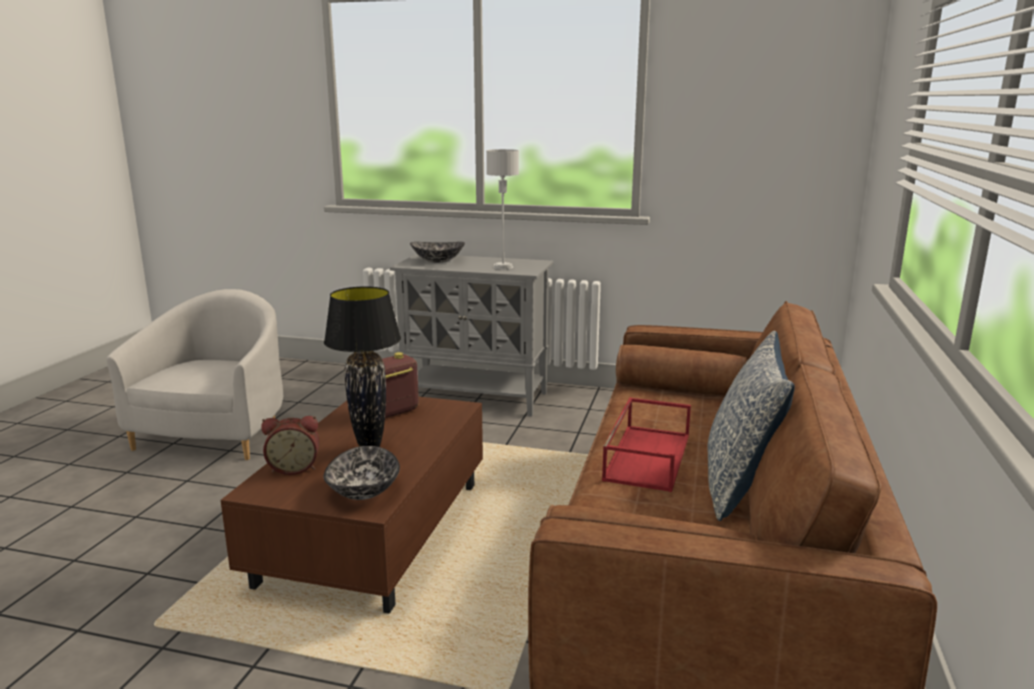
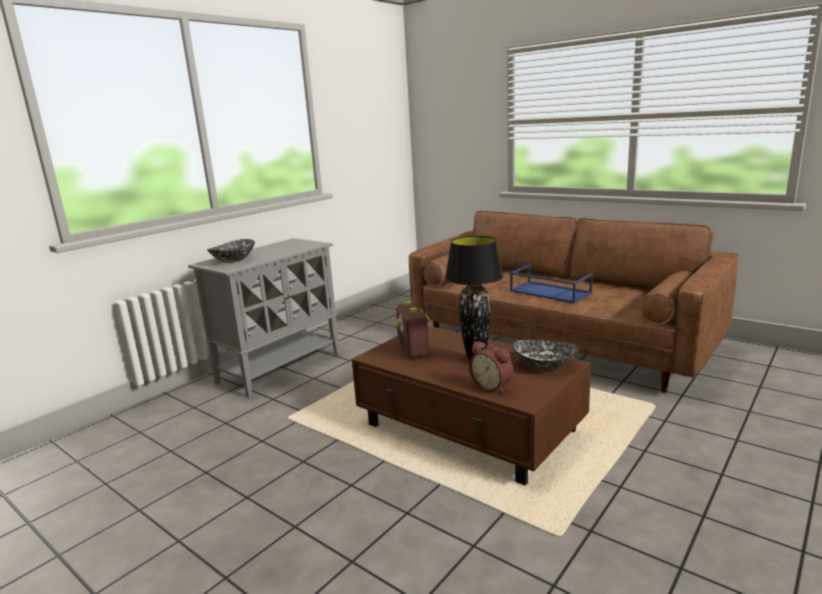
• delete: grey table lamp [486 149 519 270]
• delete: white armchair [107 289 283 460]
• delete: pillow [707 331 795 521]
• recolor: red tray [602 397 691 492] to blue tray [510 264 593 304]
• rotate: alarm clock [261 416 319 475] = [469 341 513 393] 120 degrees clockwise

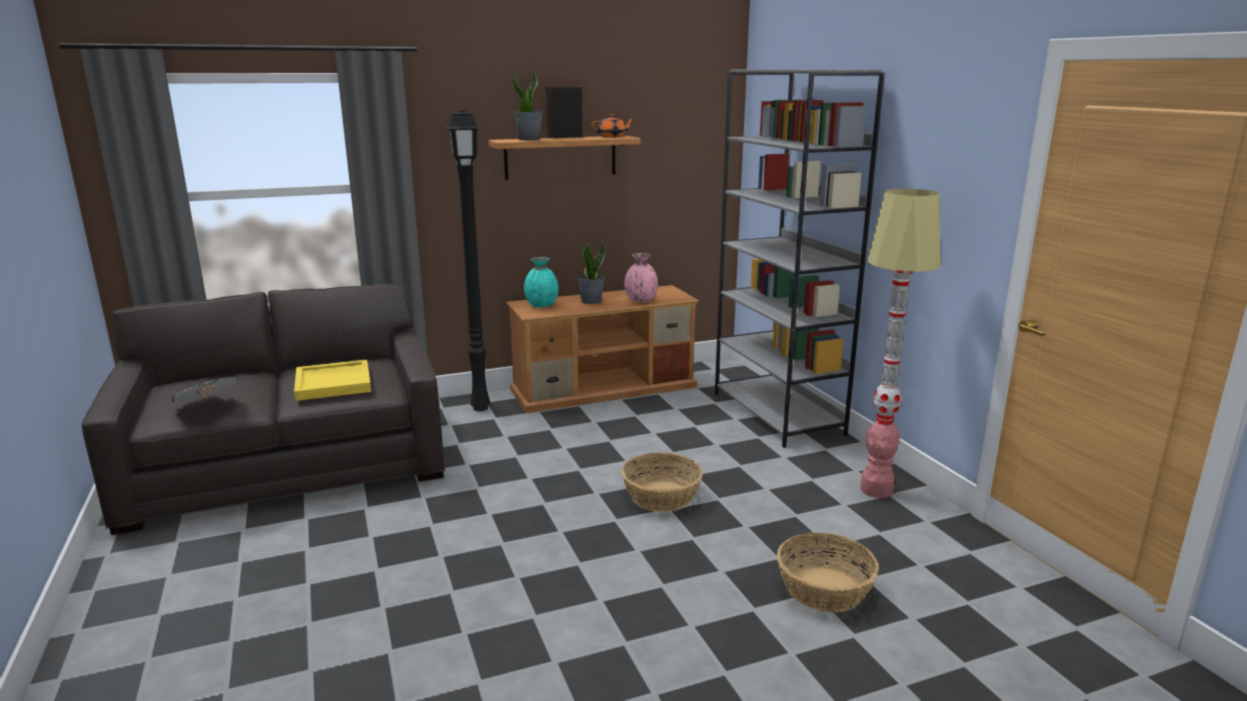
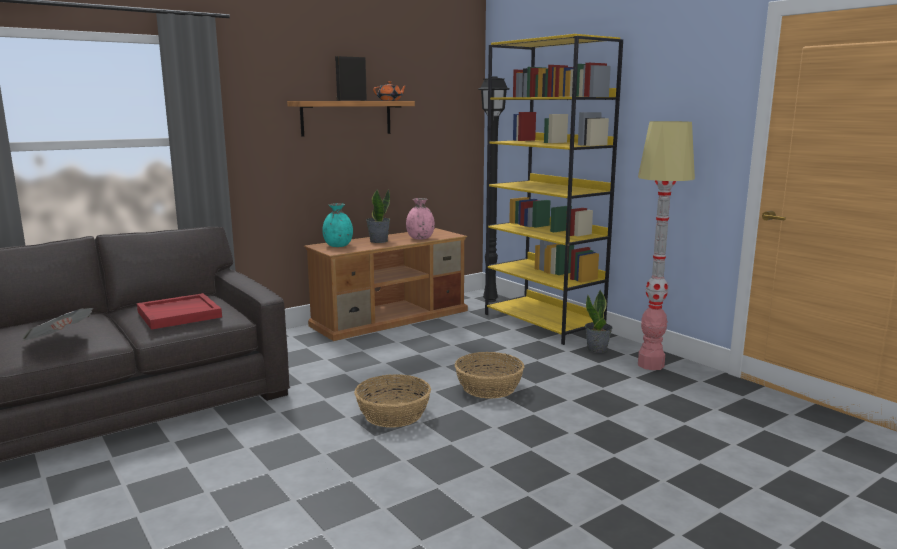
• move: potted plant [513 70 543 140] to [585 289 612 353]
• recolor: grey bookcase [715 70 885 448] to yellow bookcase [485 34 623 345]
• move: black floor lamp [445 110 490 411] to [479 77 510 302]
• recolor: yellow tray [294 360 371 401] to red tray [137 293 222 330]
• move: basket [777 532 879 612] to [354 374 431 428]

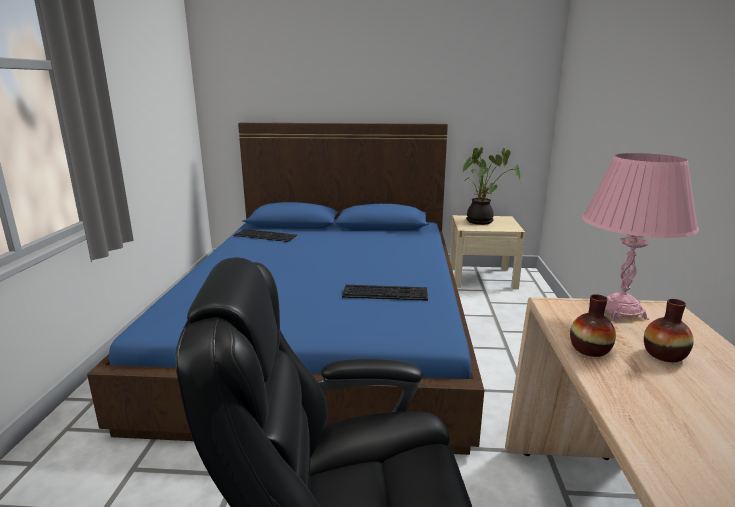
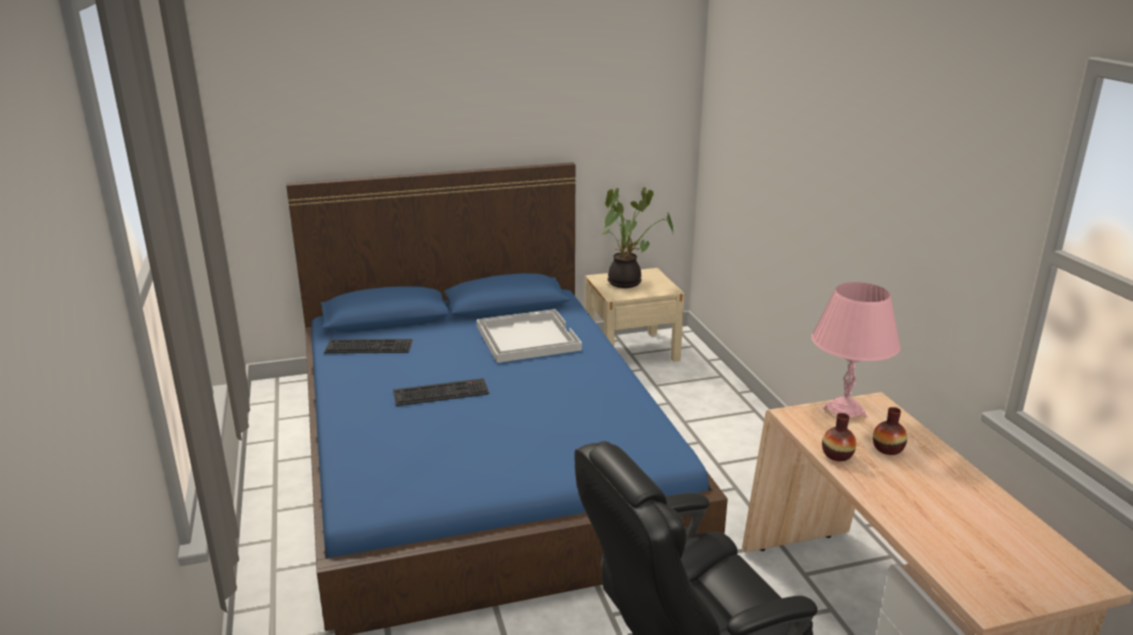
• move: keyboard [342 285 428 301] to [393 378 489 406]
• insert: white tray [477 309 582 363]

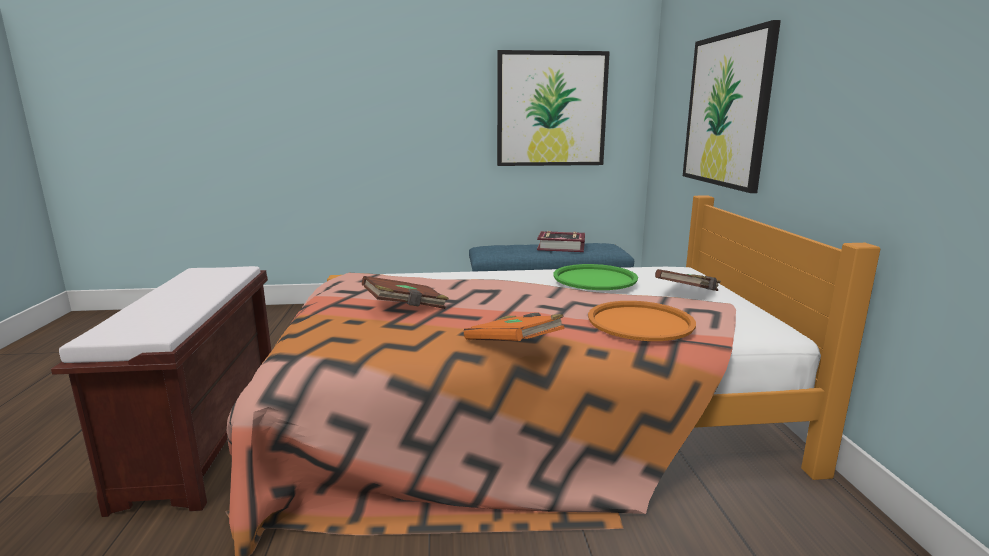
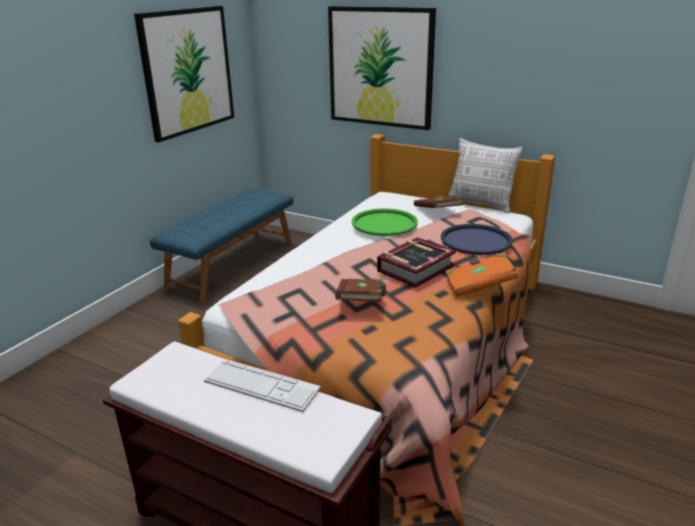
• move: book [537 231 585 252] to [377 237 456 288]
• recolor: orange tray [588 301 696 341] to blue tray [441 224 513 255]
• insert: pillow [448 138 523 213]
• insert: keyboard [204 359 321 412]

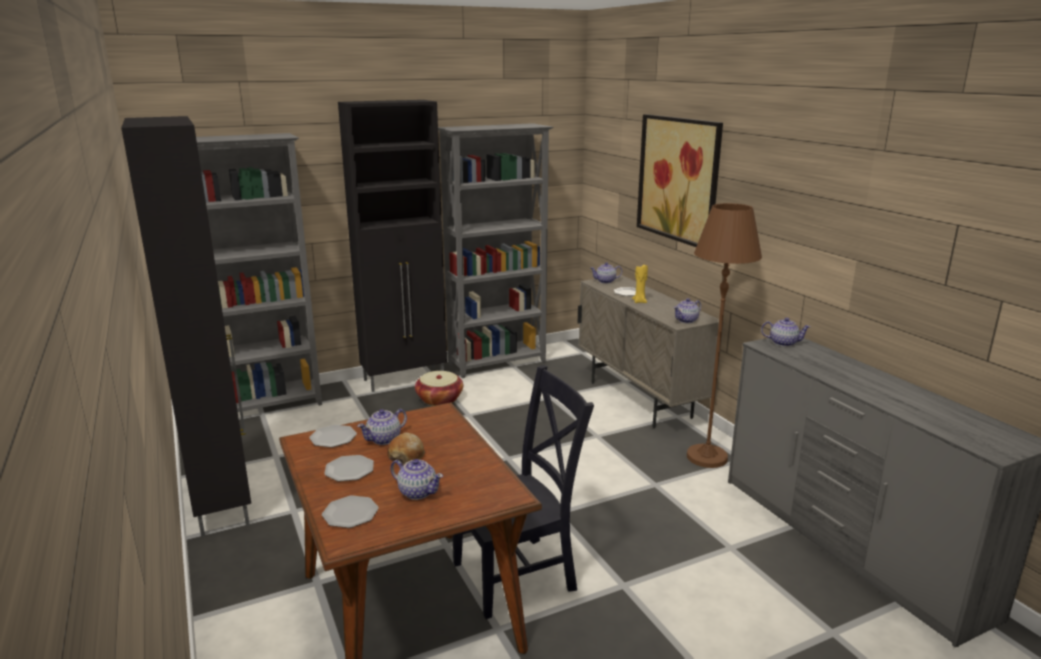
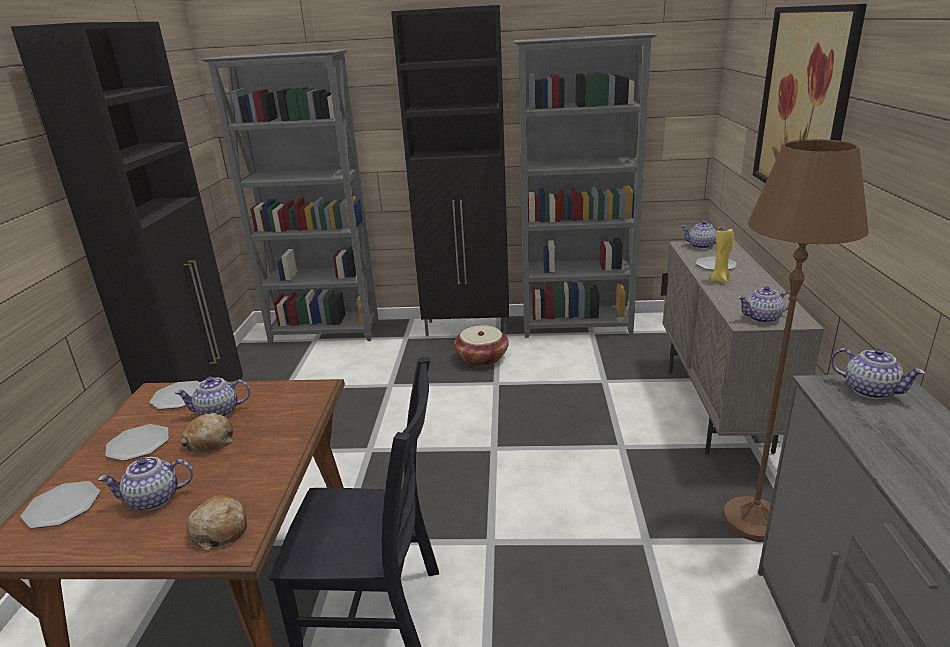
• rotate: teapot [390 459 443 500] = [98 457 193 511] 105 degrees clockwise
• insert: bread [186 495 247 550]

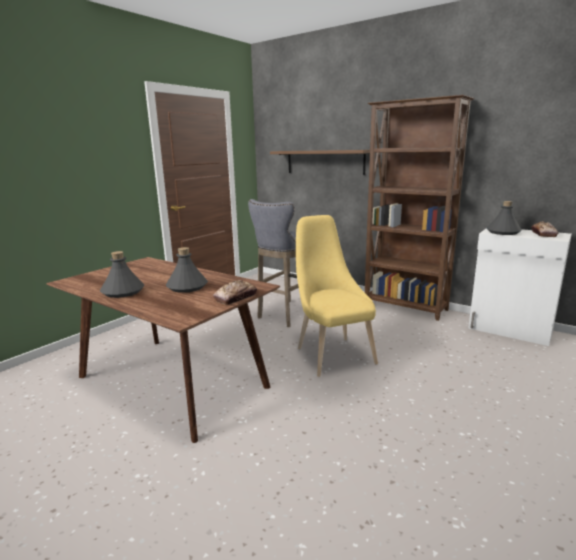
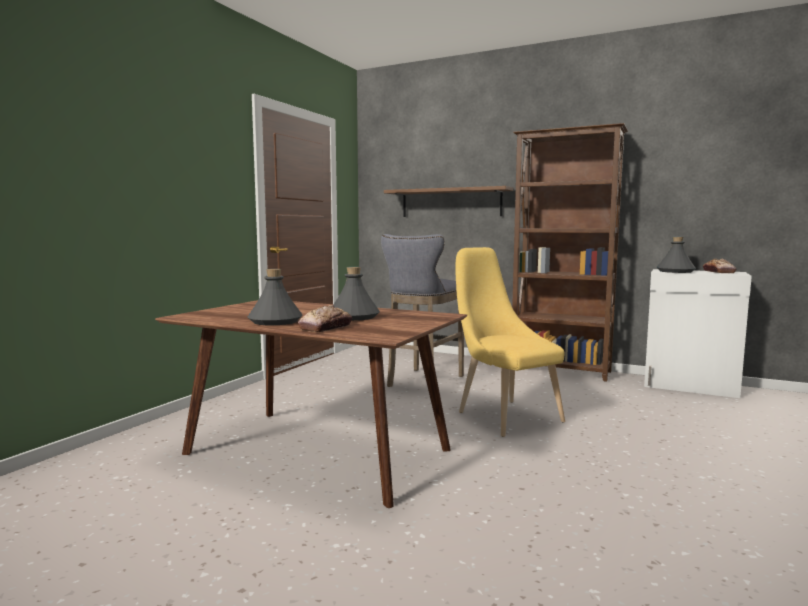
• move: bread [213 280 257 305] to [298 305 352 332]

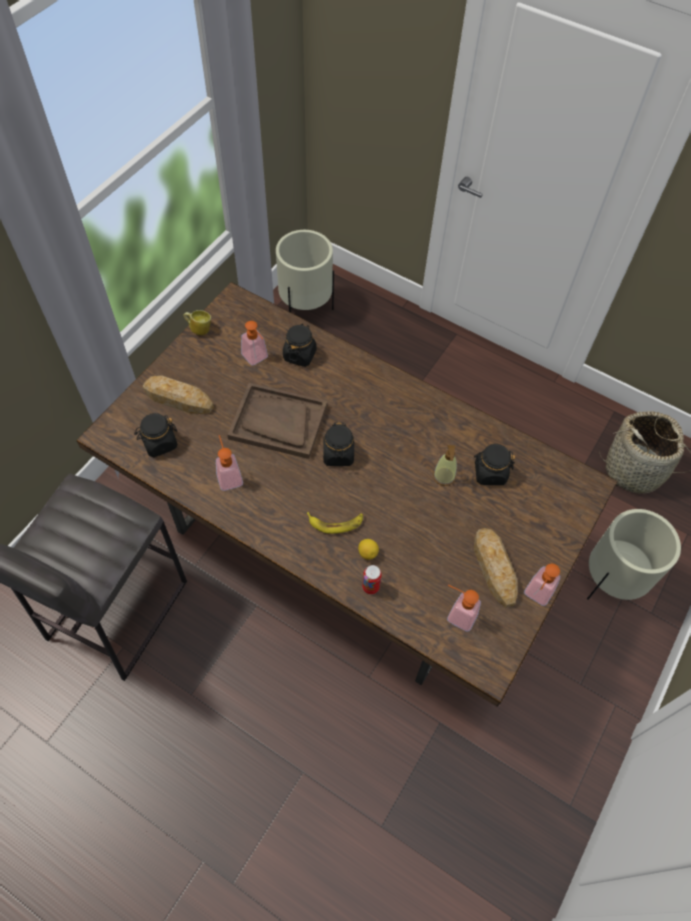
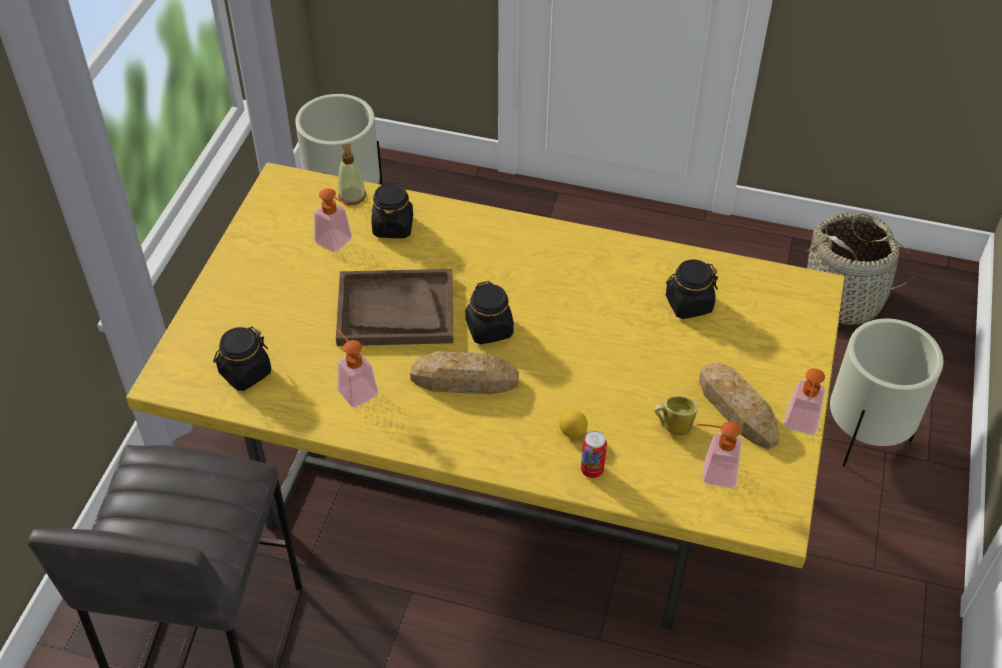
• recolor: brown dining table [77 282 618 707] to yellow dining table [126 162 845 629]
• move: mug [183 310 211 335] to [654 396 697 435]
• move: bread [143 375 214 414] to [410 351 519 394]
• move: soap dispenser [433 445 457 486] to [338 144 366 205]
• delete: banana [307 512 363 534]

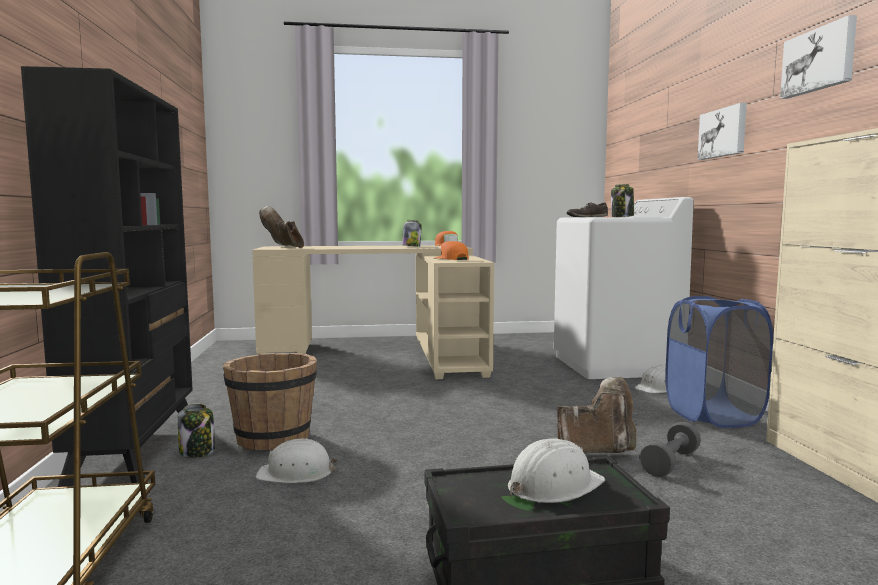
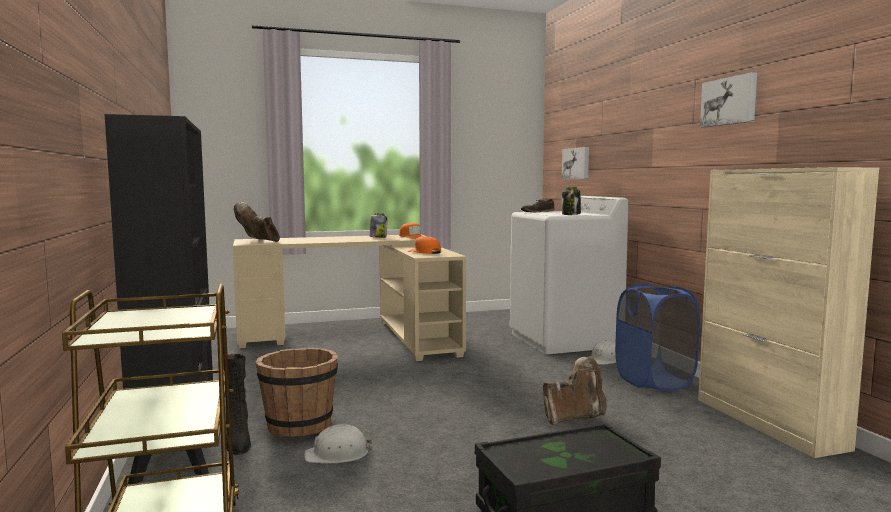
• move: picture [698 103 747 160] to [562 147 589 179]
• replace: jar [177 404 215 458] to black boot [226 354 251 455]
• delete: grey dumbbell [639 422 701 477]
• delete: white hard hat [508 439 605 503]

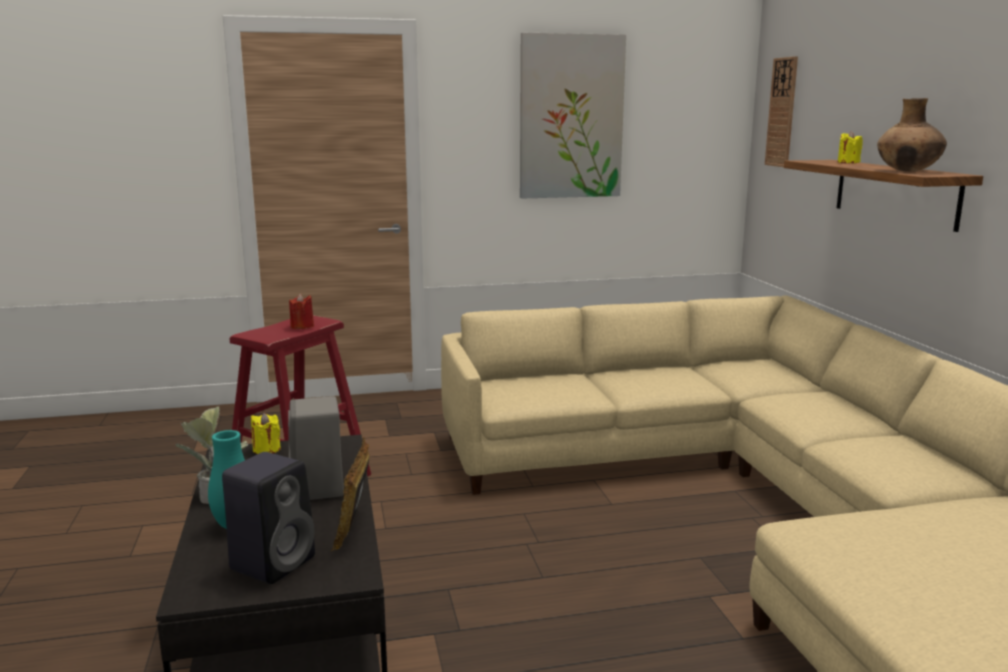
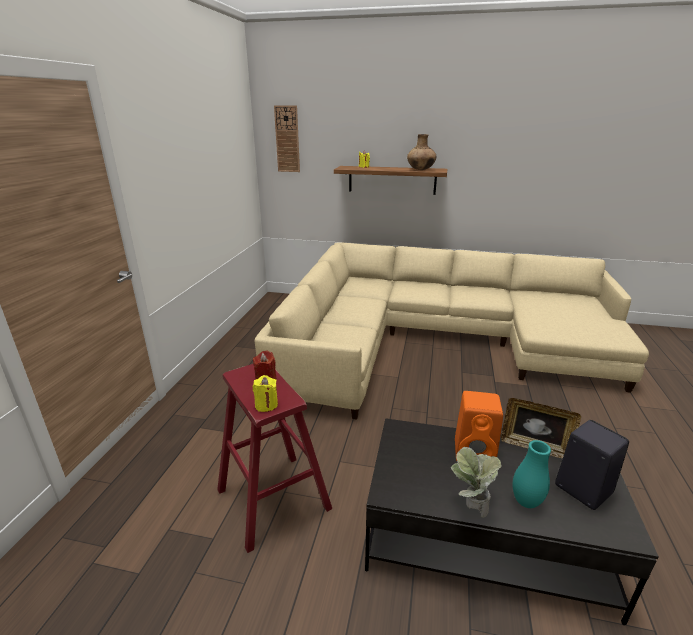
• delete: picture [520 33 626 199]
• recolor: grey speaker [288 396 344 500] to orange speaker [455 391 503 461]
• move: yellow candle [251 413 281 454] to [252 375 278 412]

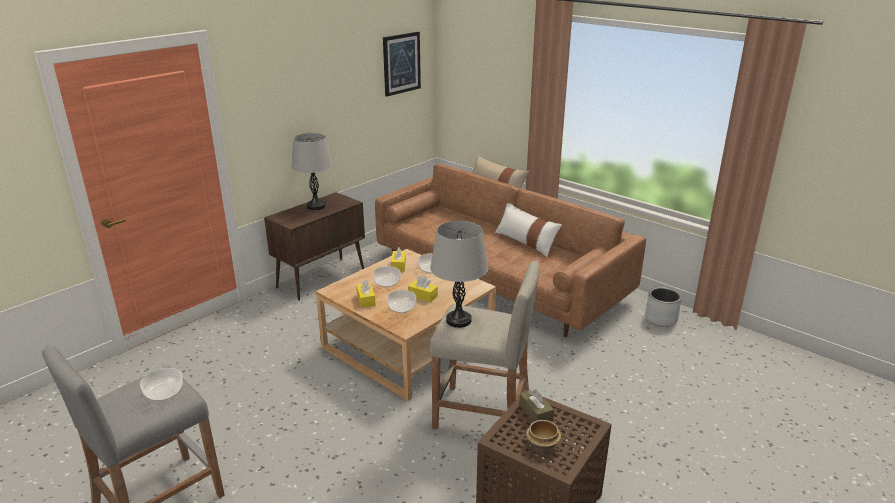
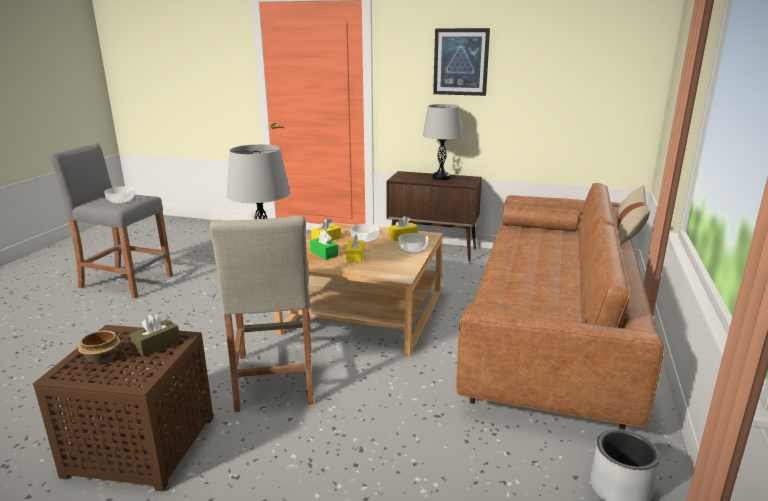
• move: picture [383 32 421 96] to [433 28 490 96]
• delete: white pillow [495 203 562 257]
• replace: bowl [387 290 416 313] to green tissue box [310 231 338 260]

